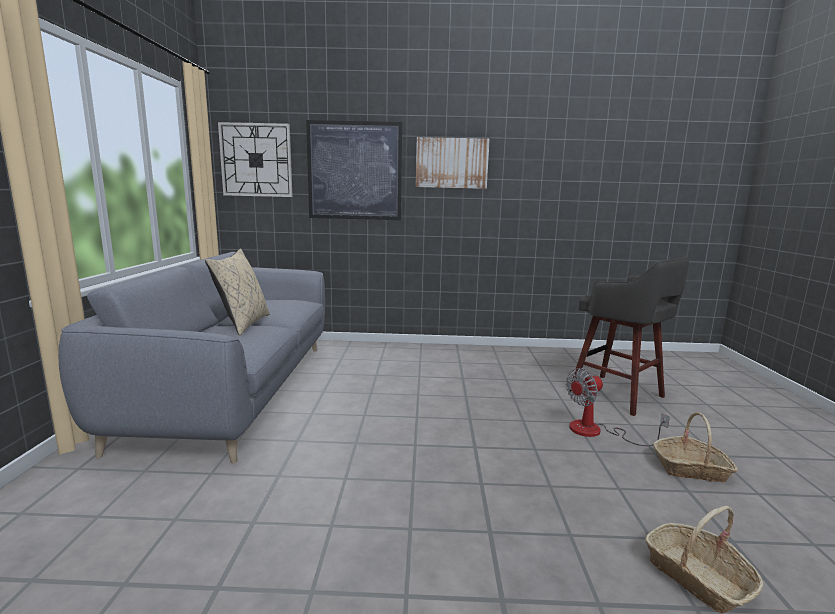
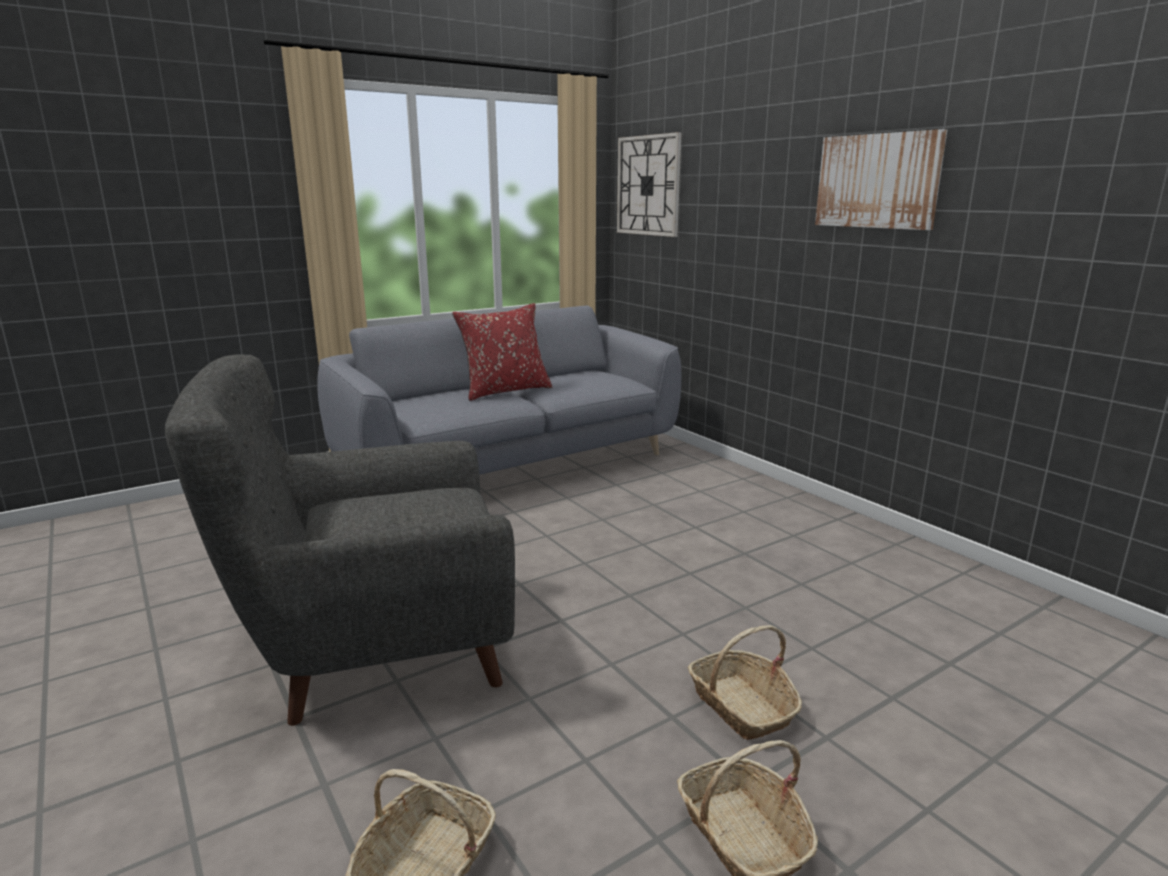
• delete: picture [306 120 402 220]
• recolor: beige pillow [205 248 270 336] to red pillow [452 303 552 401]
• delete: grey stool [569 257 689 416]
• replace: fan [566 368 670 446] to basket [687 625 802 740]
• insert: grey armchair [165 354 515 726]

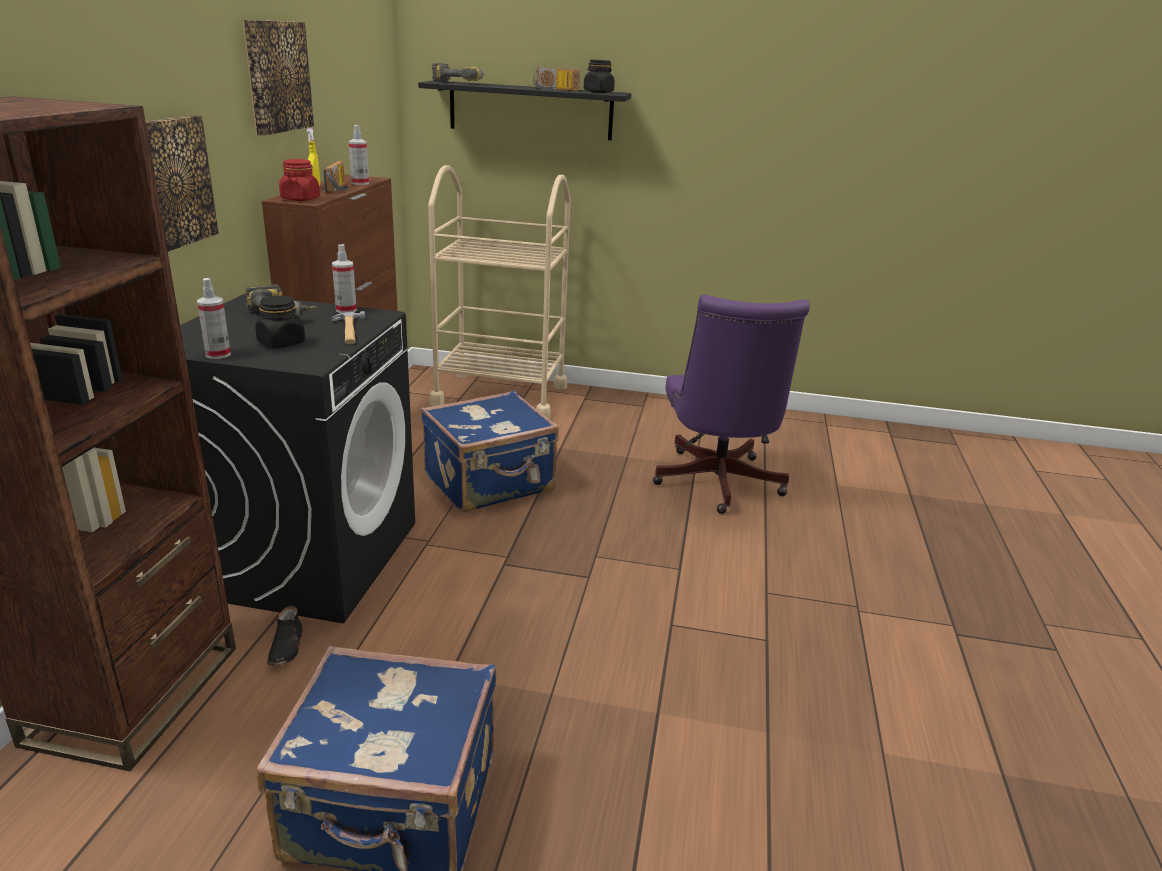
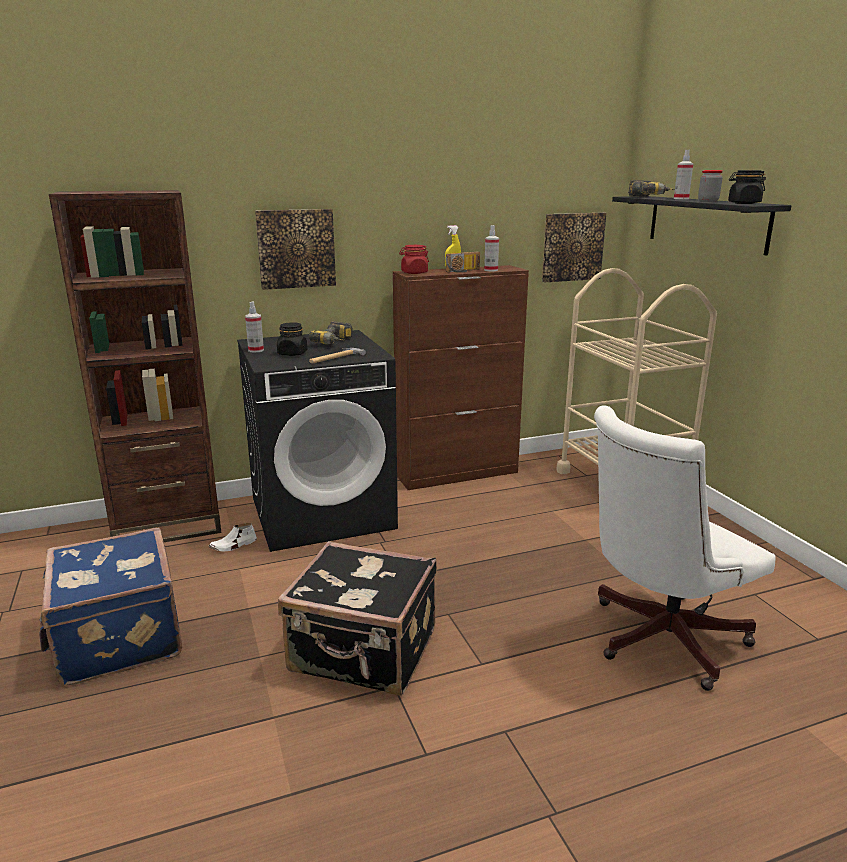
• move: picture [243 20 314 136] to [542 213 606 282]
• replace: radio [533 67 580 91] to jar [698 170 723 202]
• move: spray bottle [332 244 357 313] to [674 149 693 199]
• recolor: purple office chair [653 295 810 514] to white office chair [594 405 776 691]
• delete: blue suitcase [421 390 559 513]
• recolor: black shoe [267 606 302 666] to white shoe [209 523 257 552]
• insert: black suitcase [278 541 437 696]

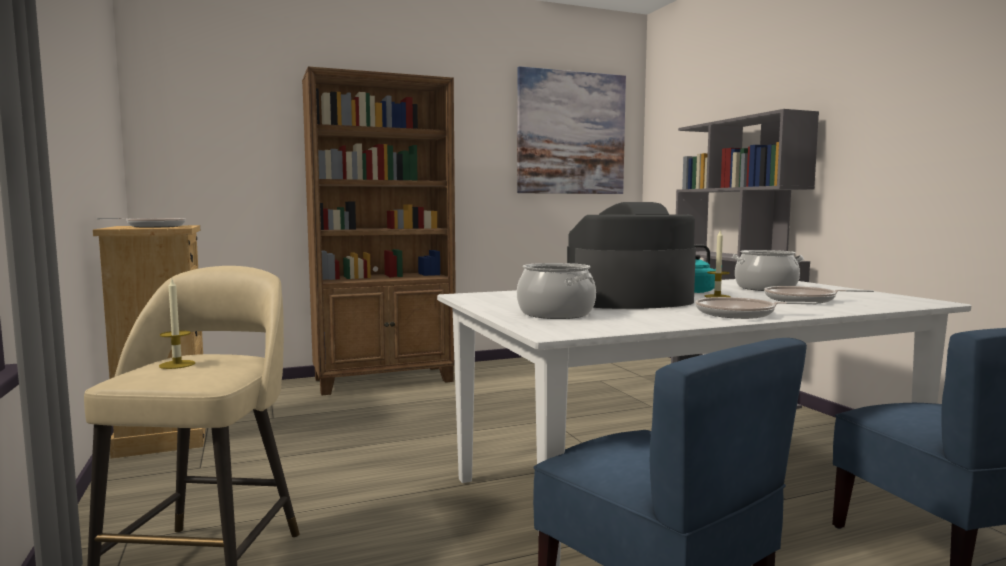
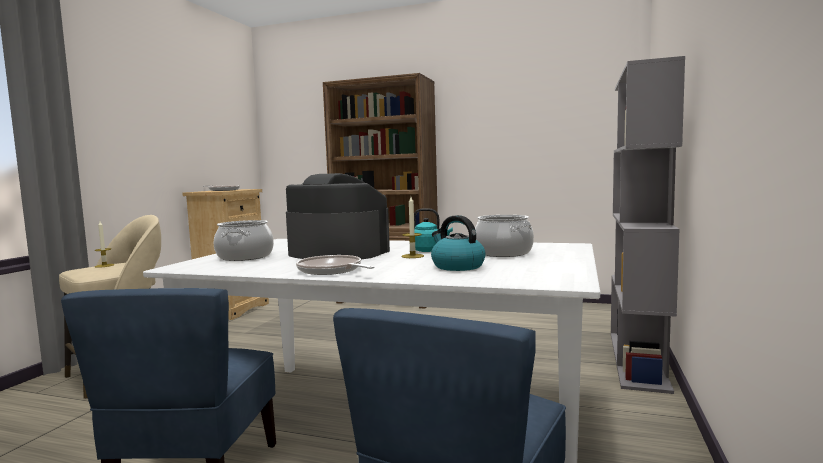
• delete: picture [517 66 626 194]
• replace: frying pan [764 286 874 303] to kettle [431 215 486 271]

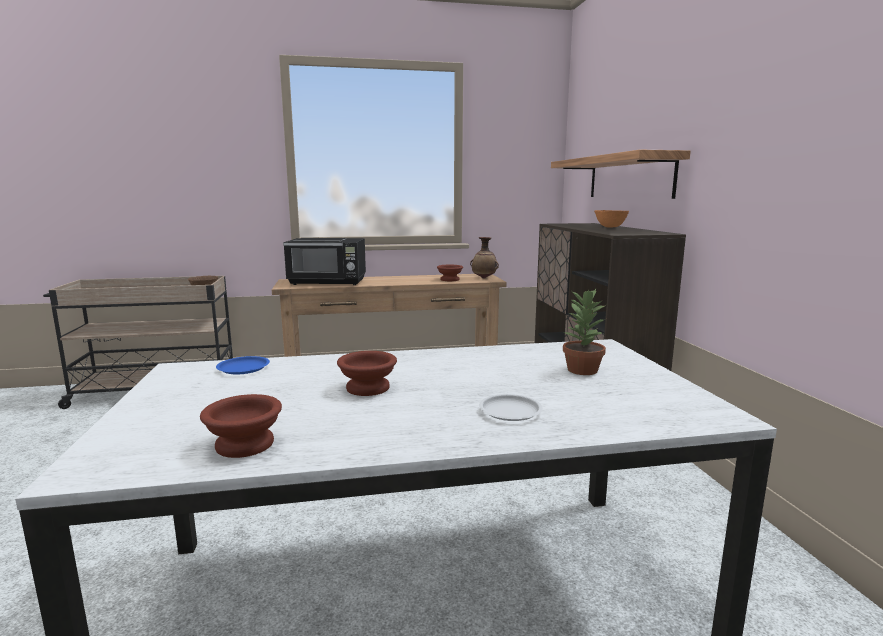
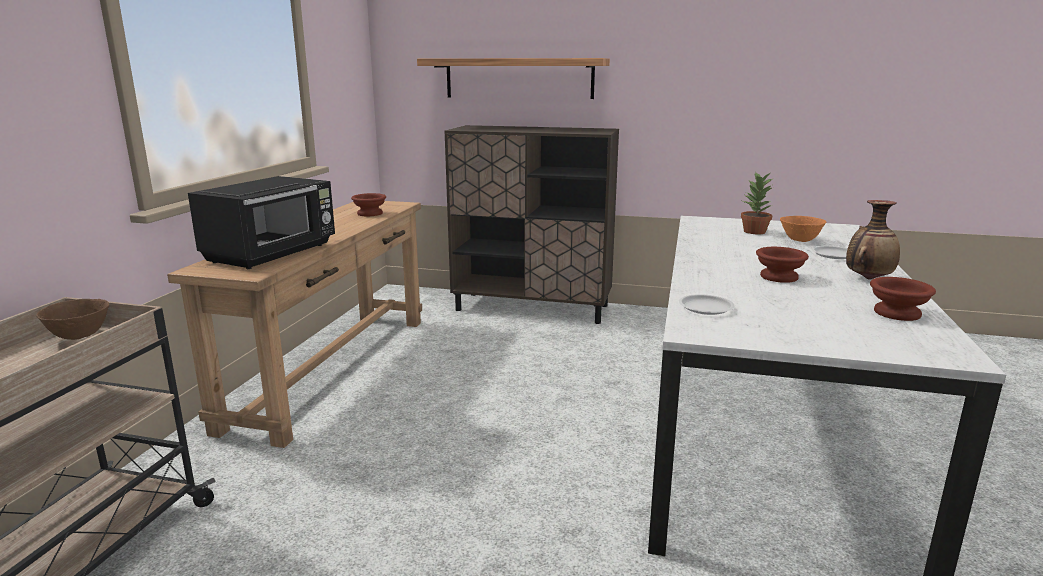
• move: orange bowl [594 210 629 228] to [780 216 826 242]
• move: vase [470 237 499 279] to [846 200 900 280]
• recolor: blue plate [216 356 270 375] to white plate [679 294 734 315]

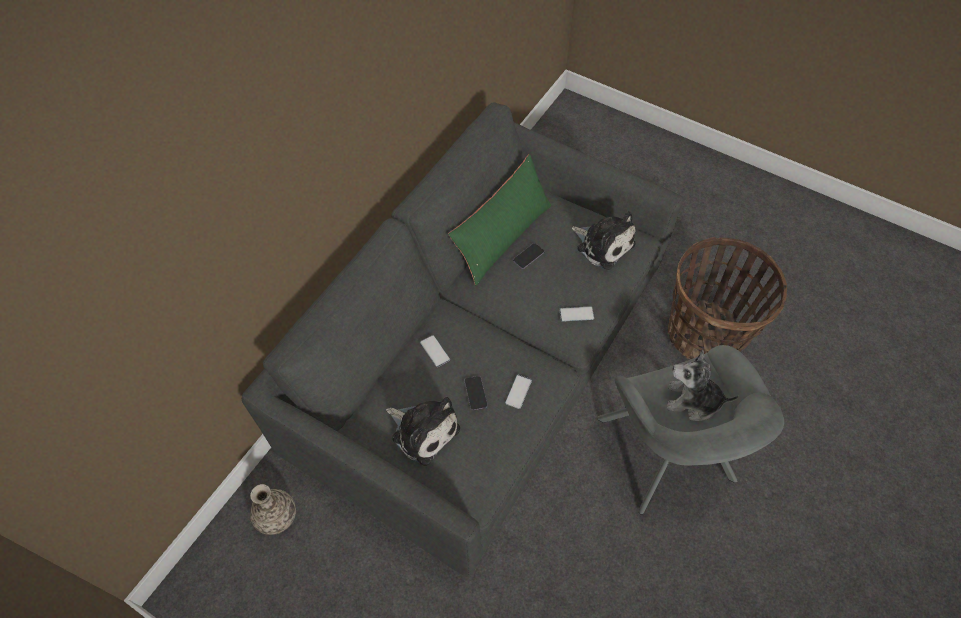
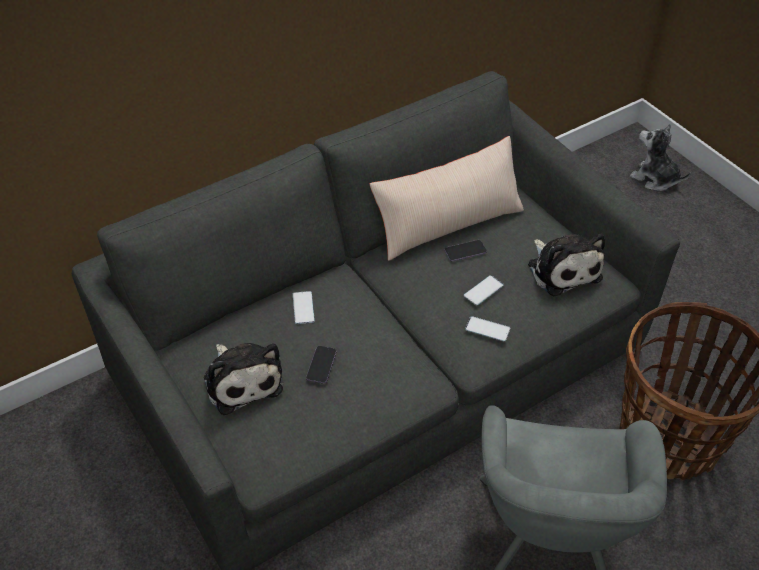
• recolor: green pillow [448 154 551 286] to beige pillow [370 136 524 261]
• move: plush toy [667 350 739 421] to [630 124 691 191]
• move: phone [505 375 532 409] to [464 275 504 306]
• delete: vase [250 484 296 535]

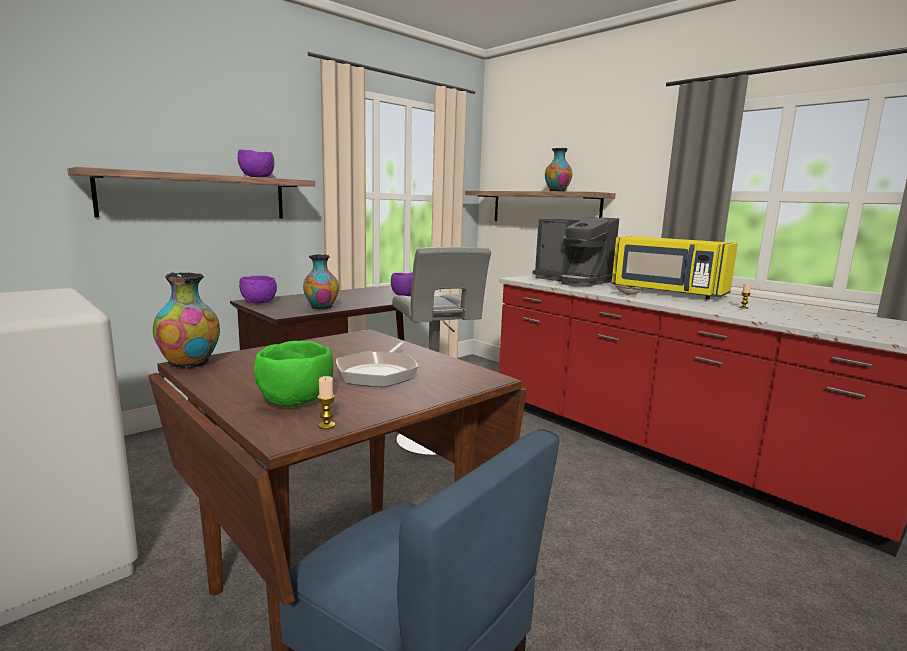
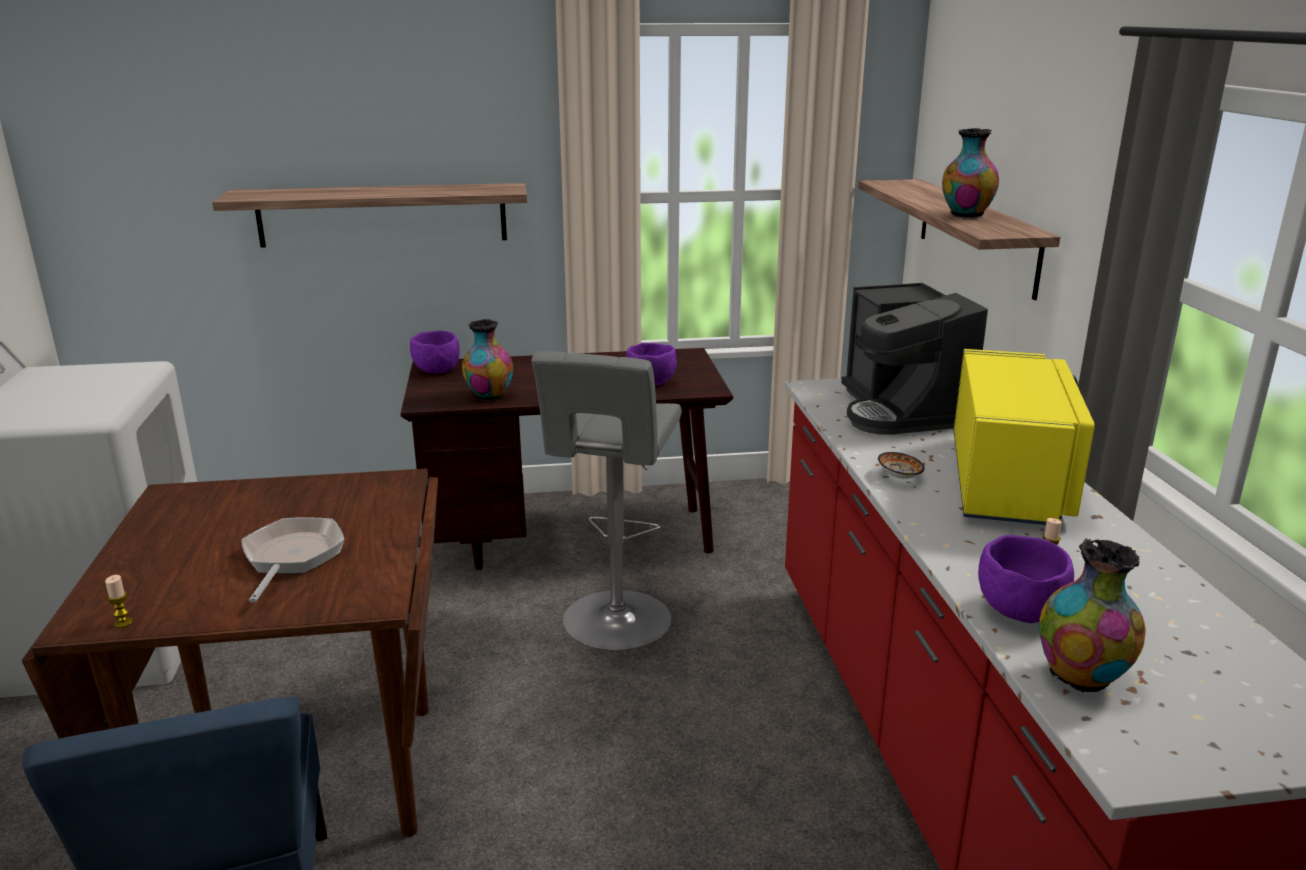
• move: purple bowl [238 149 274 177] to [978 535 1074 623]
• rotate: yellow microwave [612 236 738 300] = [954 349 1095 525] 150 degrees counterclockwise
• move: vase [153 272 220 369] to [1039 538 1146 693]
• delete: green bowl [254 341 333 407]
• rotate: frying pan [336 341 418 387] = [242 518 345 603] 135 degrees clockwise

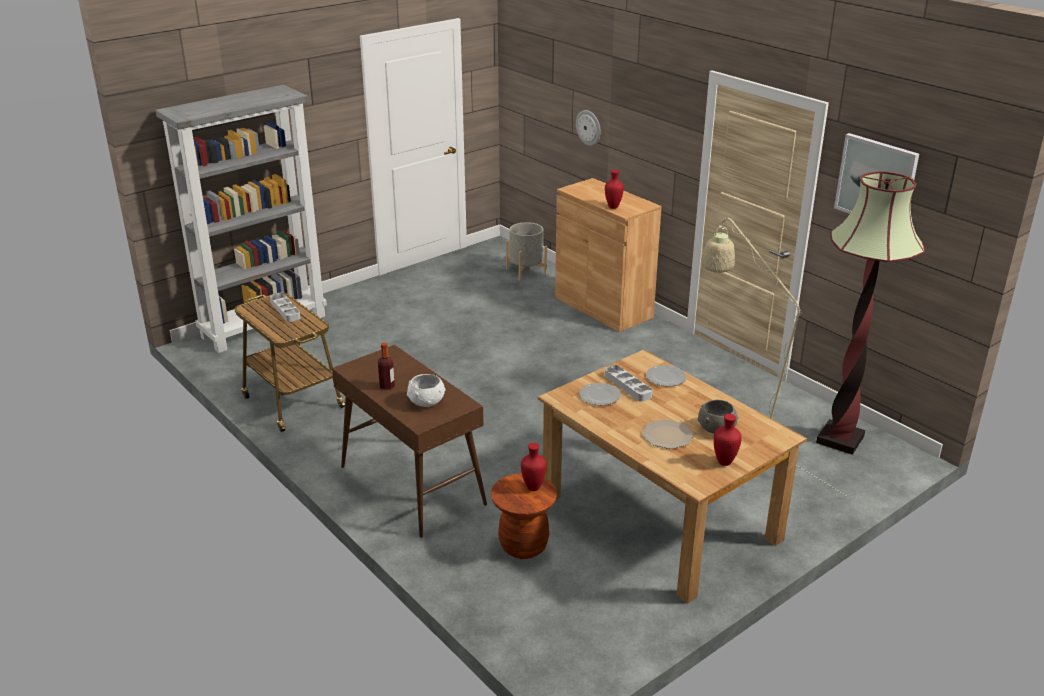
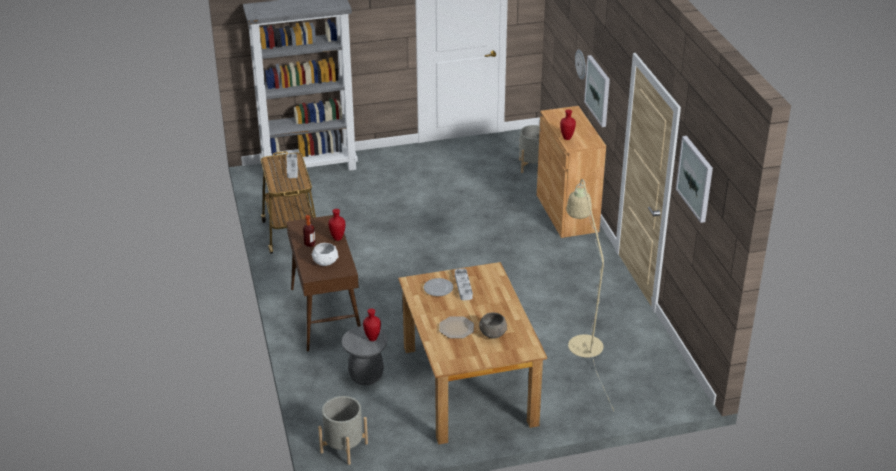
• delete: floor lamp [816 171 925 455]
• delete: plate [646 365 686 386]
• move: red vase [714 414 742 466] to [329 209 345 241]
• recolor: brown stool [491 473 557 559] to grey stool [342 326 388 385]
• insert: picture [584 55 610 127]
• insert: grey planter [318 396 368 465]

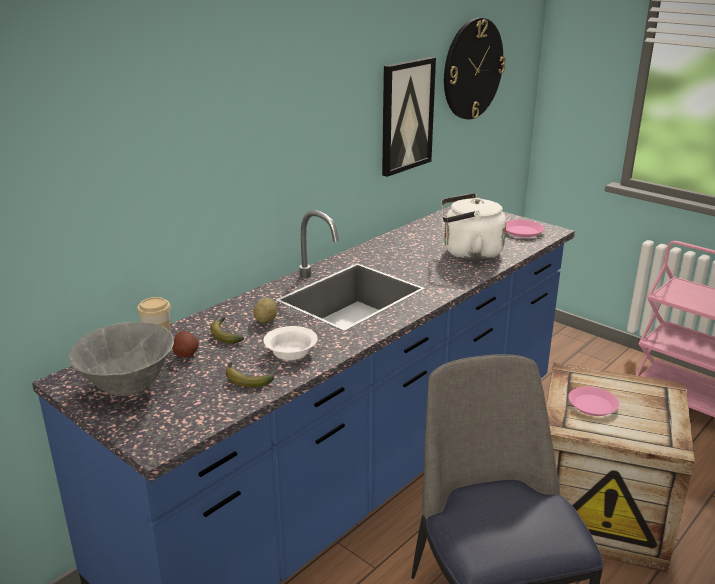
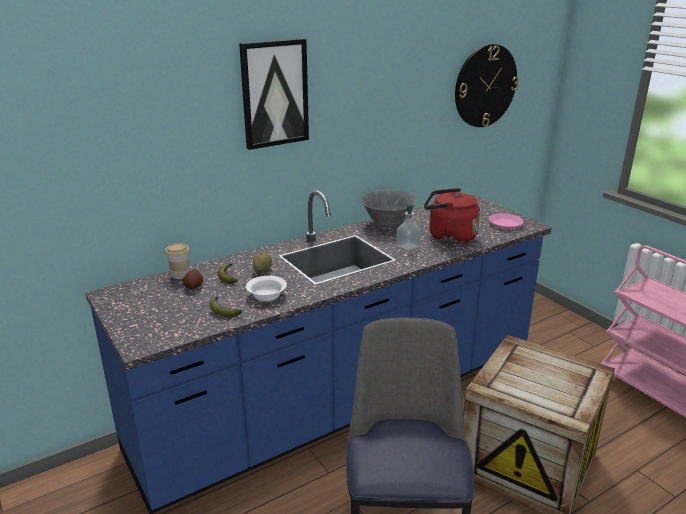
• move: picture [382 57 436 177] to [239 38 309 150]
• recolor: white kettle [441 193 506 261] to red kettle [424 188 480 244]
• move: grey bowl [69 322 174 396] to [361 190 417 227]
• delete: pink plate [569 387 619 416]
• insert: soap dispenser [397 204 421 250]

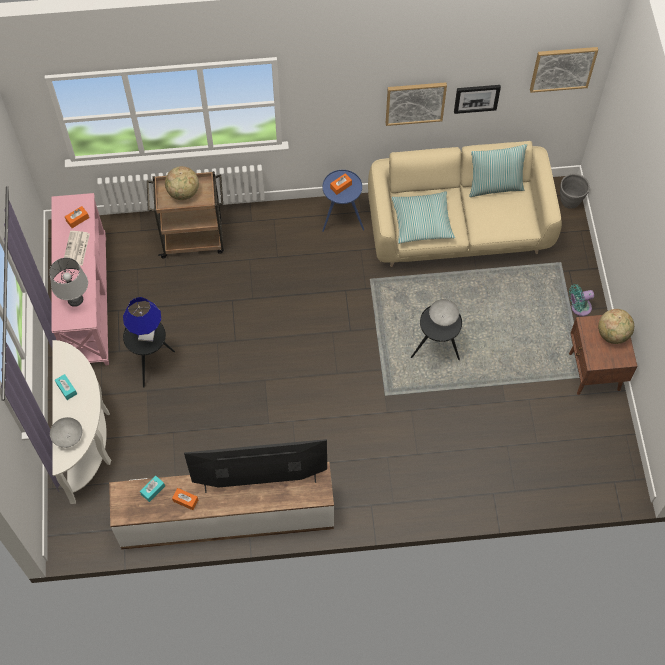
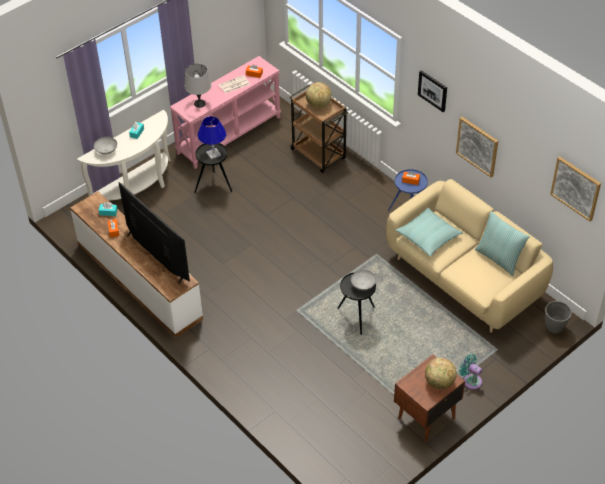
• move: picture [454 85 501 114] to [418 70 447 112]

